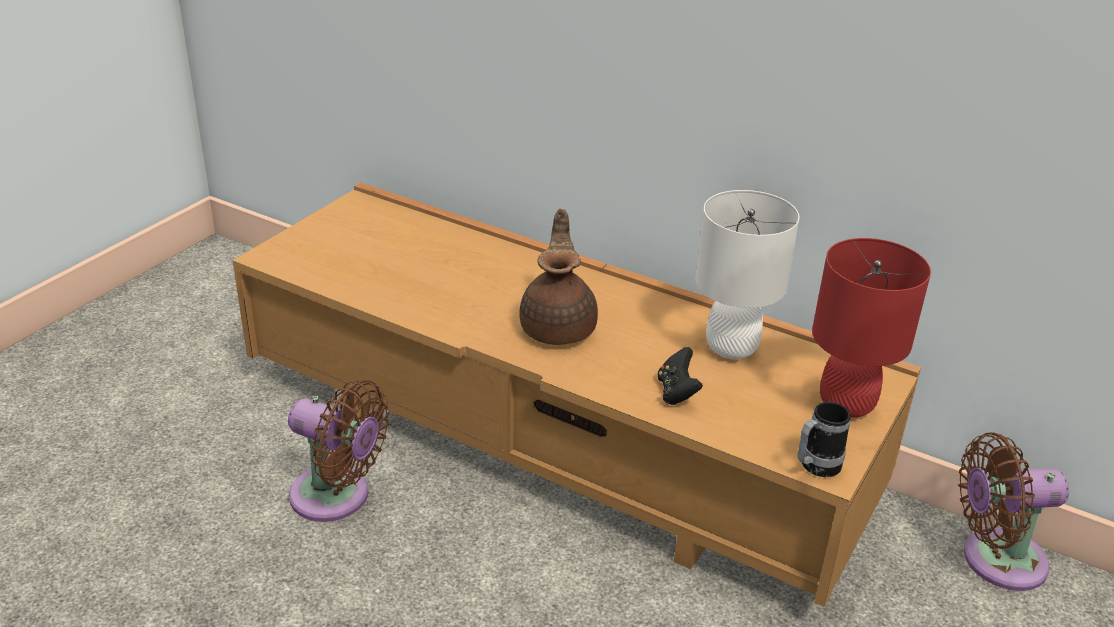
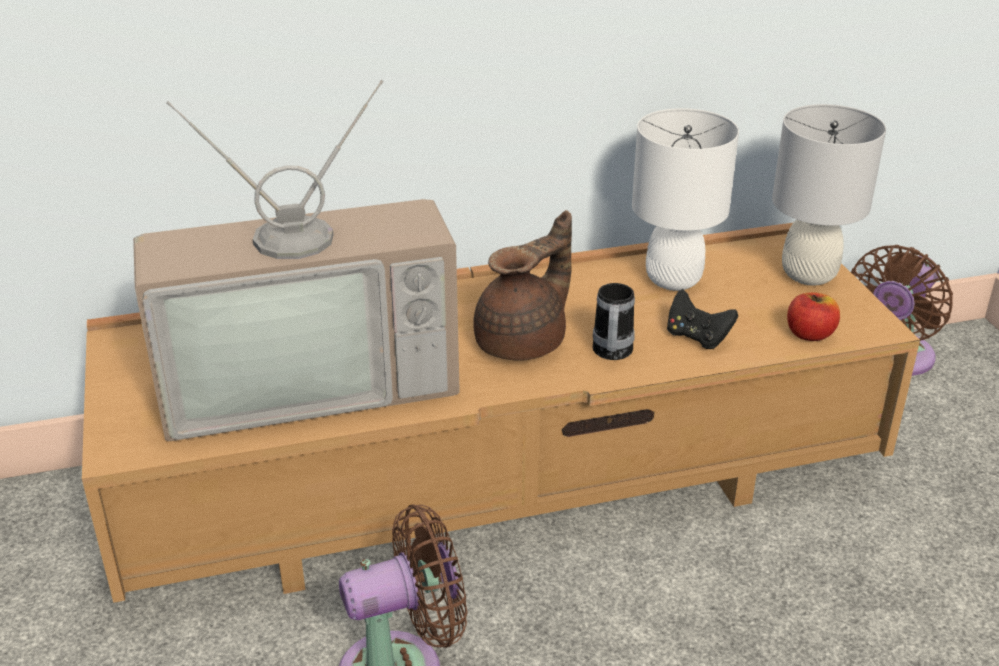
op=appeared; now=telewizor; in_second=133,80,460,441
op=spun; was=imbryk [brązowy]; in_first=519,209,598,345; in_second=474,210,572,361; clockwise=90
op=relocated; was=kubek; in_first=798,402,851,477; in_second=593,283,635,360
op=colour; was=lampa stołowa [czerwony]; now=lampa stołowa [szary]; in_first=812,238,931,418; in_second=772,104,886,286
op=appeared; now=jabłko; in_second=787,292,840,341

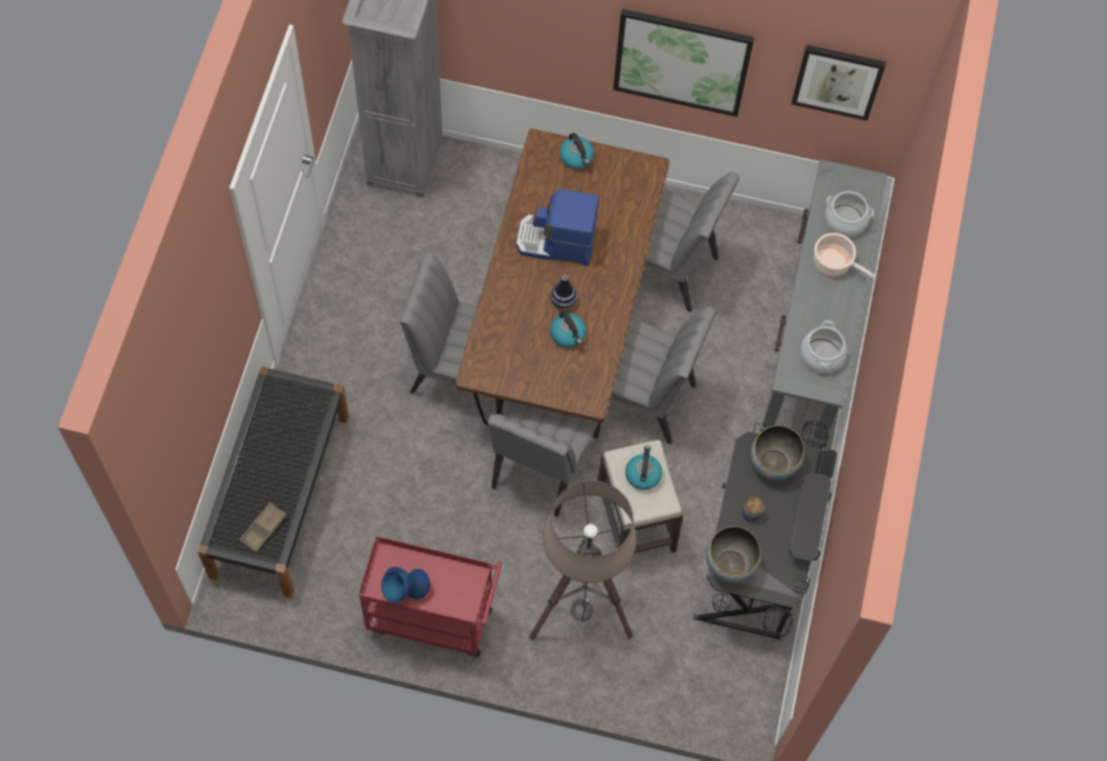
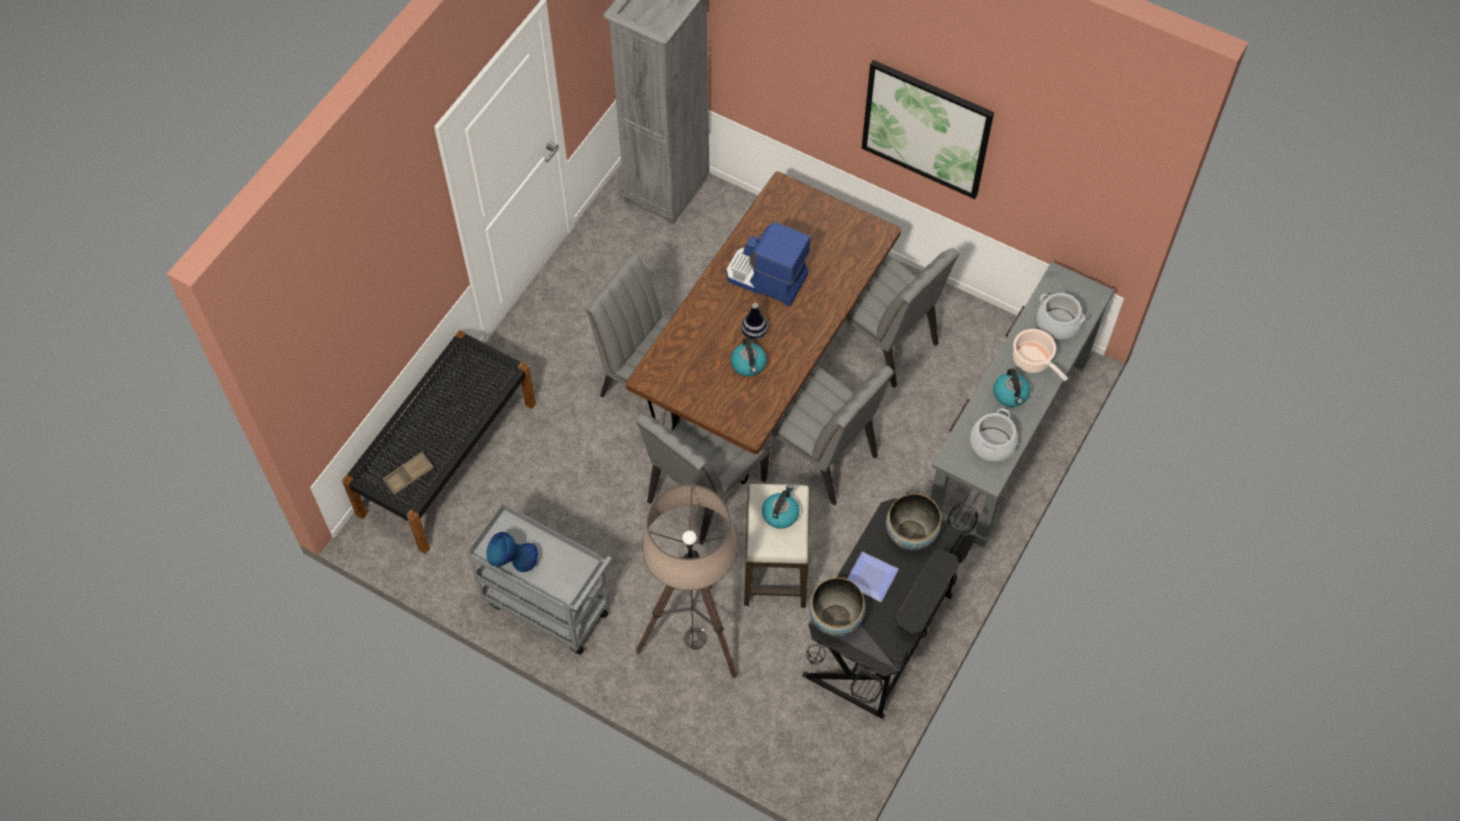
op=colour; was=wózek [czerwony]; now=wózek [szary]; in_first=359,537,502,657; in_second=467,504,612,654
op=exchanged; was=słoik; now=talerz; in_first=742,497,765,522; in_second=847,552,899,602
op=relocated; was=czajnik; in_first=560,133,594,169; in_second=993,369,1030,407
op=missing; was=obraz; in_first=791,45,886,121

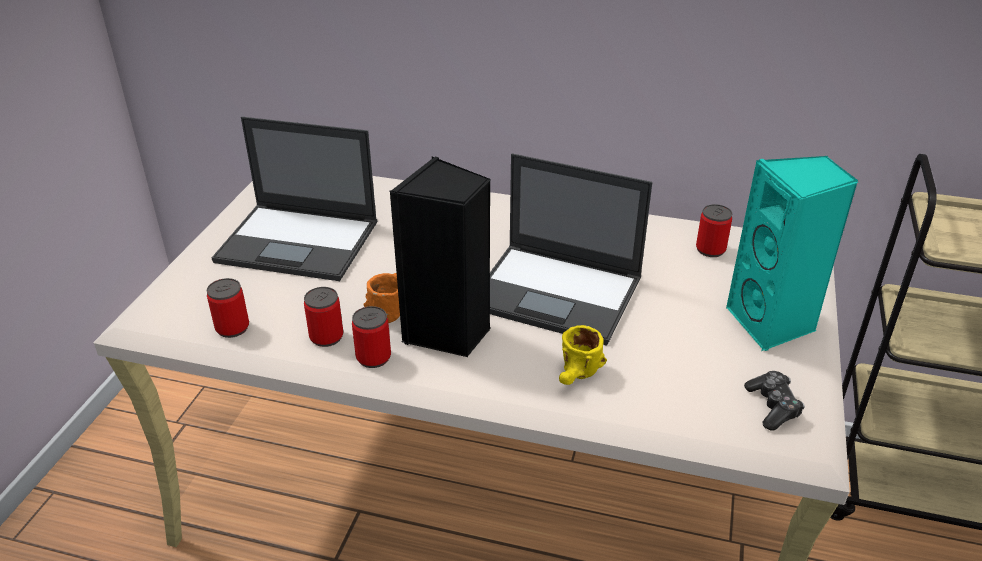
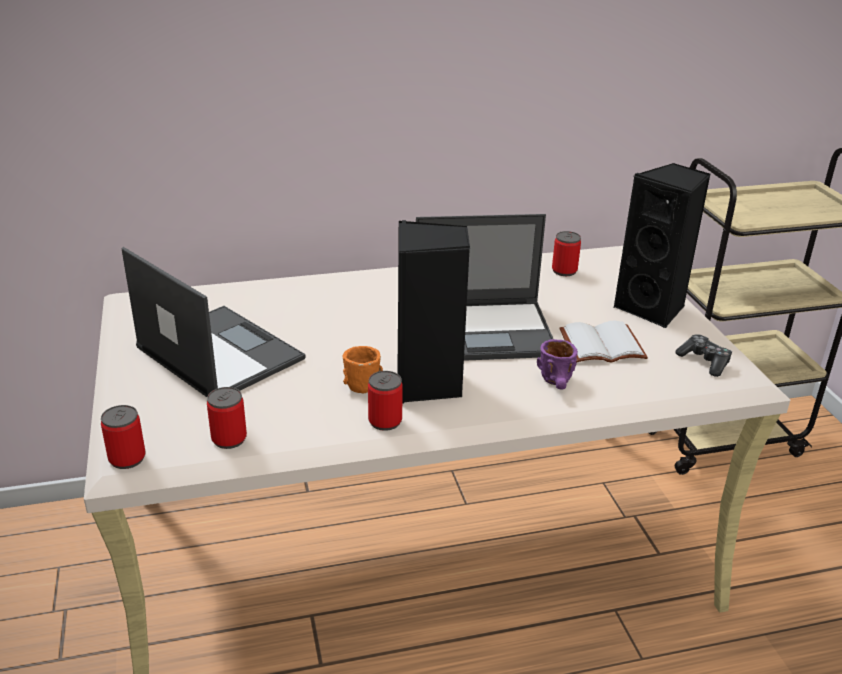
op=relocated; was=puszka; in_first=304,287,343,347; in_second=101,405,145,469
op=spun; was=laptop; in_first=212,117,377,281; in_second=121,247,306,397; clockwise=-120
op=colour; was=kubek [żółty]; now=kubek [fioletowy]; in_first=559,325,607,385; in_second=537,339,578,390
op=appeared; now=książka [biały]; in_second=559,321,648,363
op=colour; was=głośnik [turkusowy]; now=głośnik [czarny]; in_first=726,156,859,351; in_second=614,163,711,329

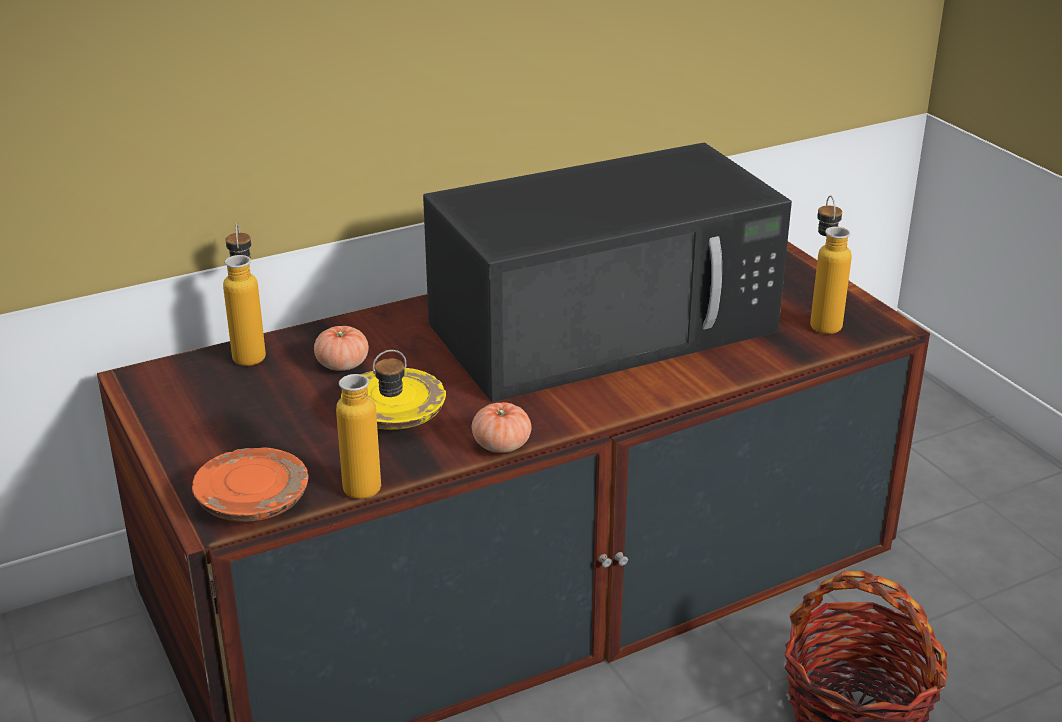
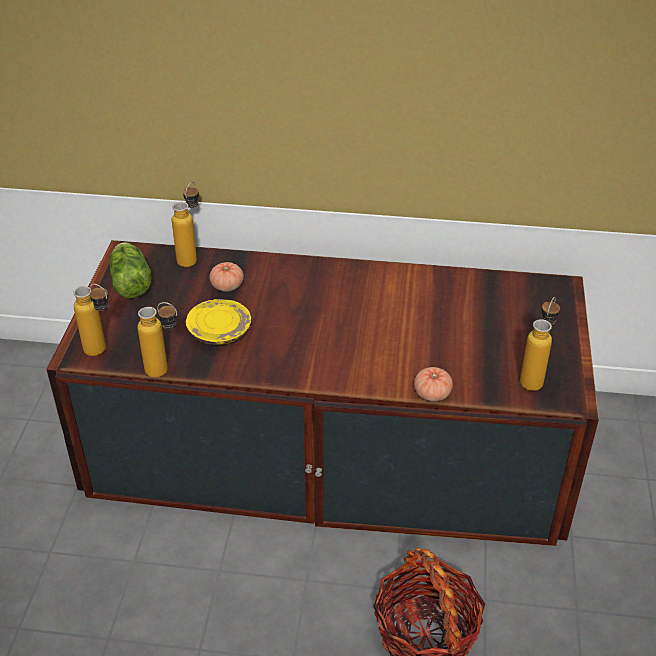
op=exchanged; was=talerz [pomarańczowy]; now=butelka; in_first=192,447,309,522; in_second=74,284,108,356
op=appeared; now=sałata; in_second=110,243,152,298
op=relocated; was=pomidor; in_first=472,402,531,453; in_second=414,367,453,402
op=missing; was=mikrofalówka [czarny]; in_first=423,142,792,402

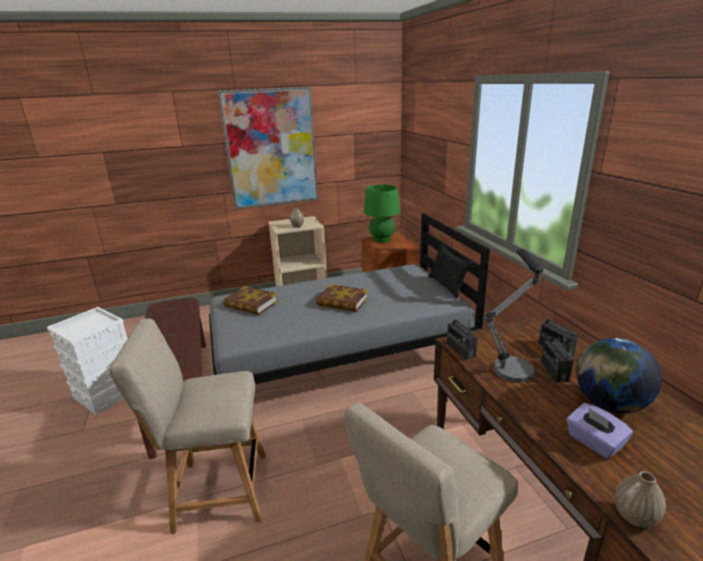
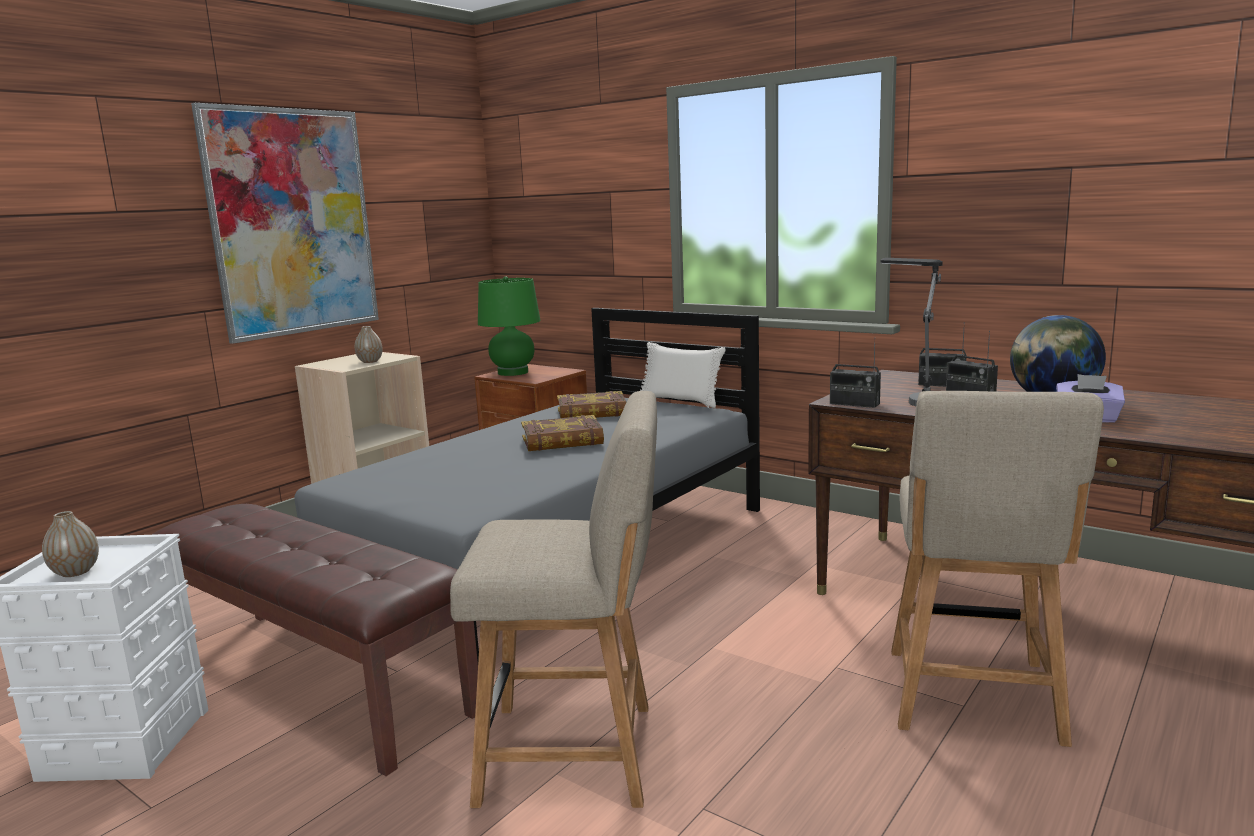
op=relocated; was=wazon; in_first=615,471,666,528; in_second=42,511,99,577
op=spun; was=krzesło [beżowy]; in_first=110,318,266,534; in_second=450,391,657,808; clockwise=-135
op=relocated; was=książka; in_first=224,286,279,315; in_second=557,391,626,418
op=colour; was=poduszka [czarny]; now=poduszka [biały]; in_first=427,243,472,299; in_second=640,342,726,408

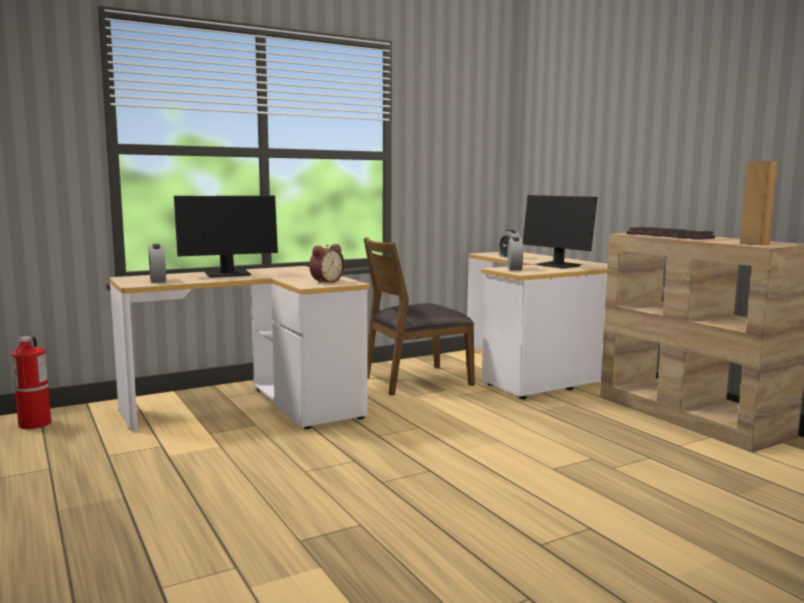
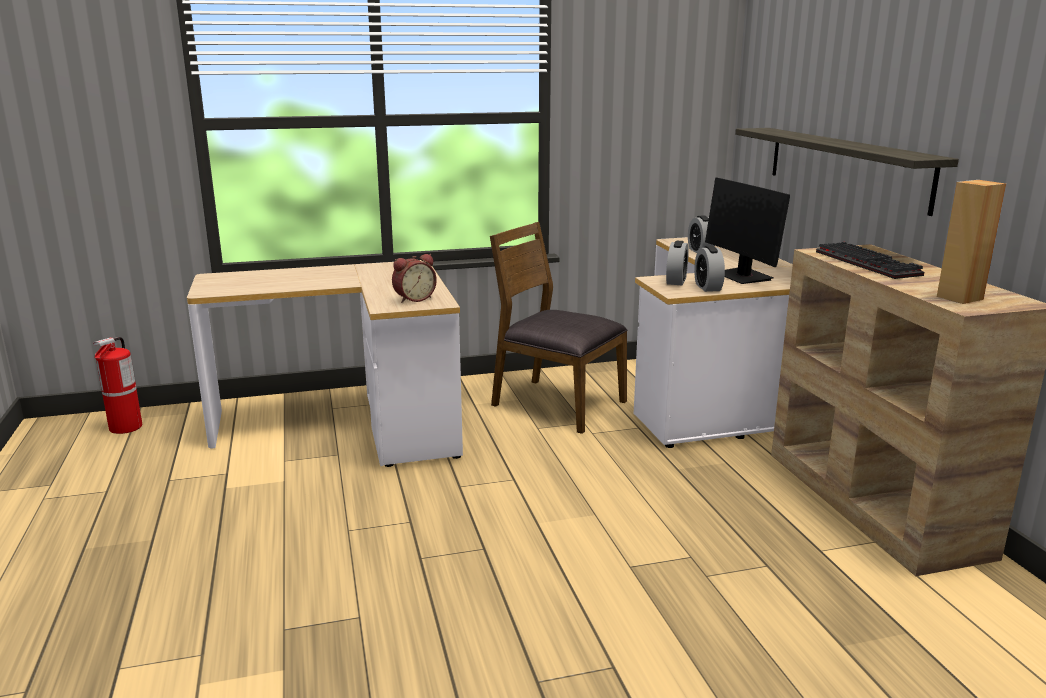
op=spun; was=krzesło [brązowy]; in_first=364,237,475,396; in_second=490,222,628,434; clockwise=45
op=relocated; was=budzik; in_first=149,244,166,283; in_second=694,246,725,292
op=appeared; now=półka; in_second=735,128,959,216
op=missing; was=monitor; in_first=174,196,278,278

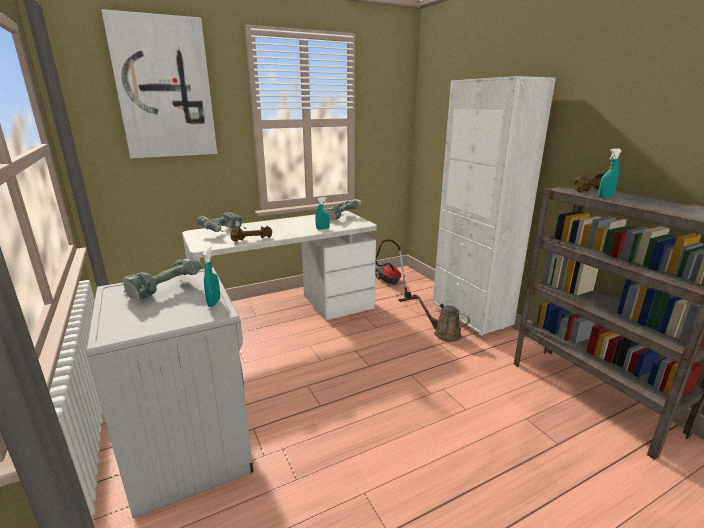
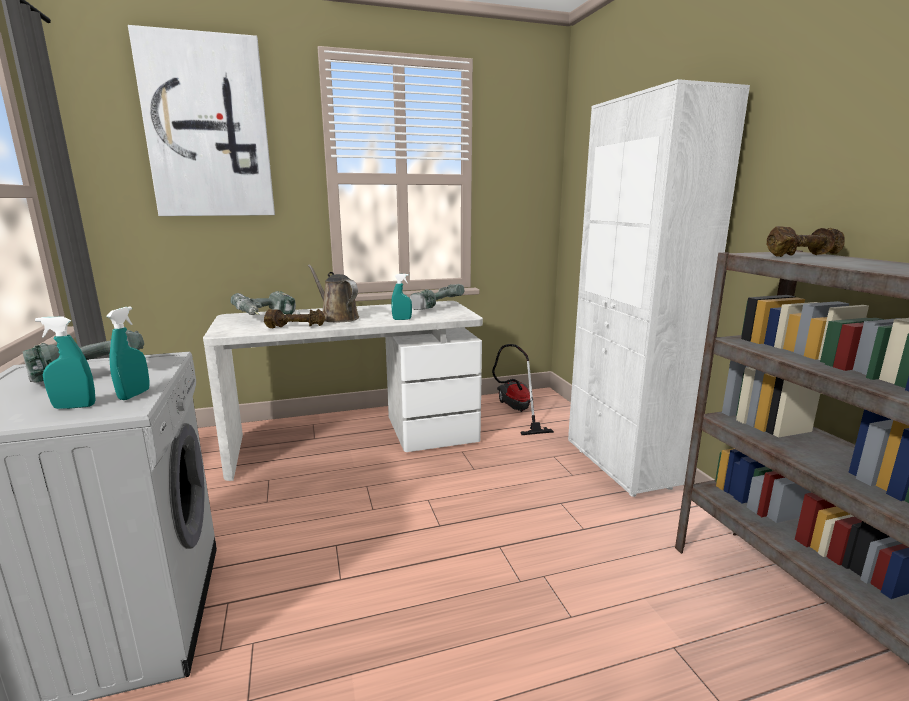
op=relocated; was=spryskiwacz [turkusowy]; in_first=598,149,622,198; in_second=35,317,95,409
op=relocated; was=konewka [brązowy]; in_first=415,294,470,342; in_second=308,264,359,322

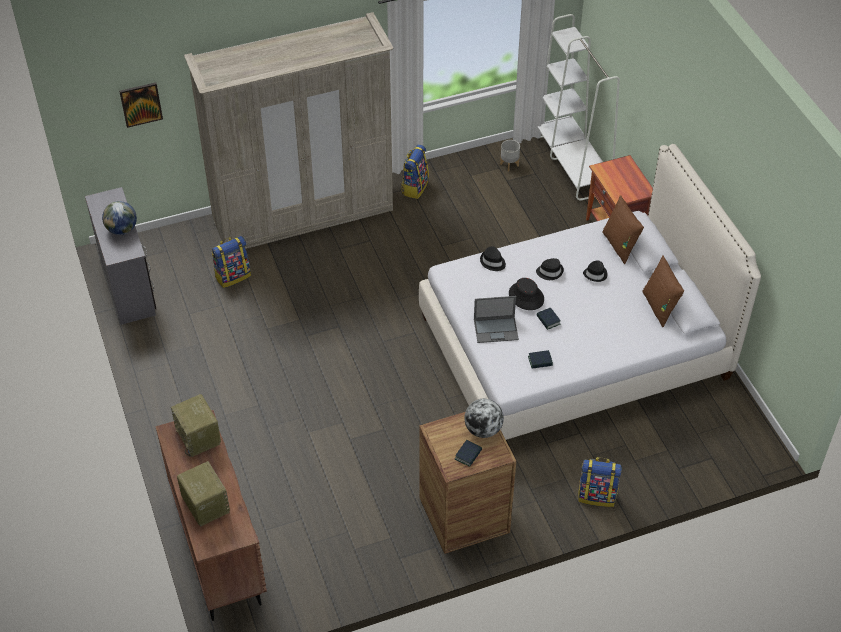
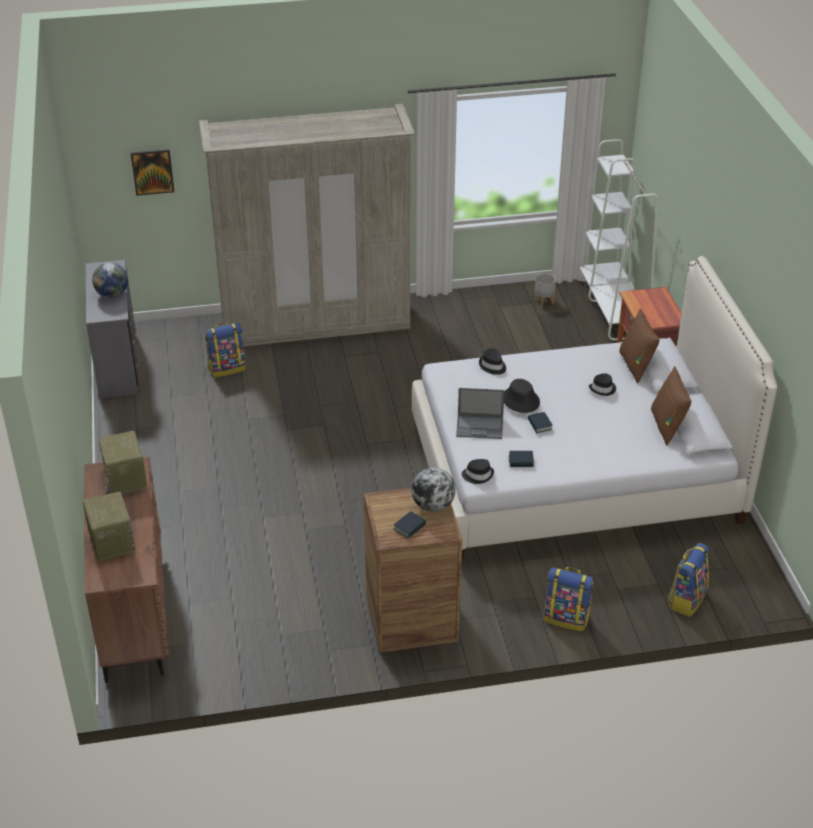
op=relocated; was=kapelusz [czarny]; in_first=536,258,564,280; in_second=462,459,494,484
op=relocated; was=plecak; in_first=401,145,429,199; in_second=668,543,709,617

